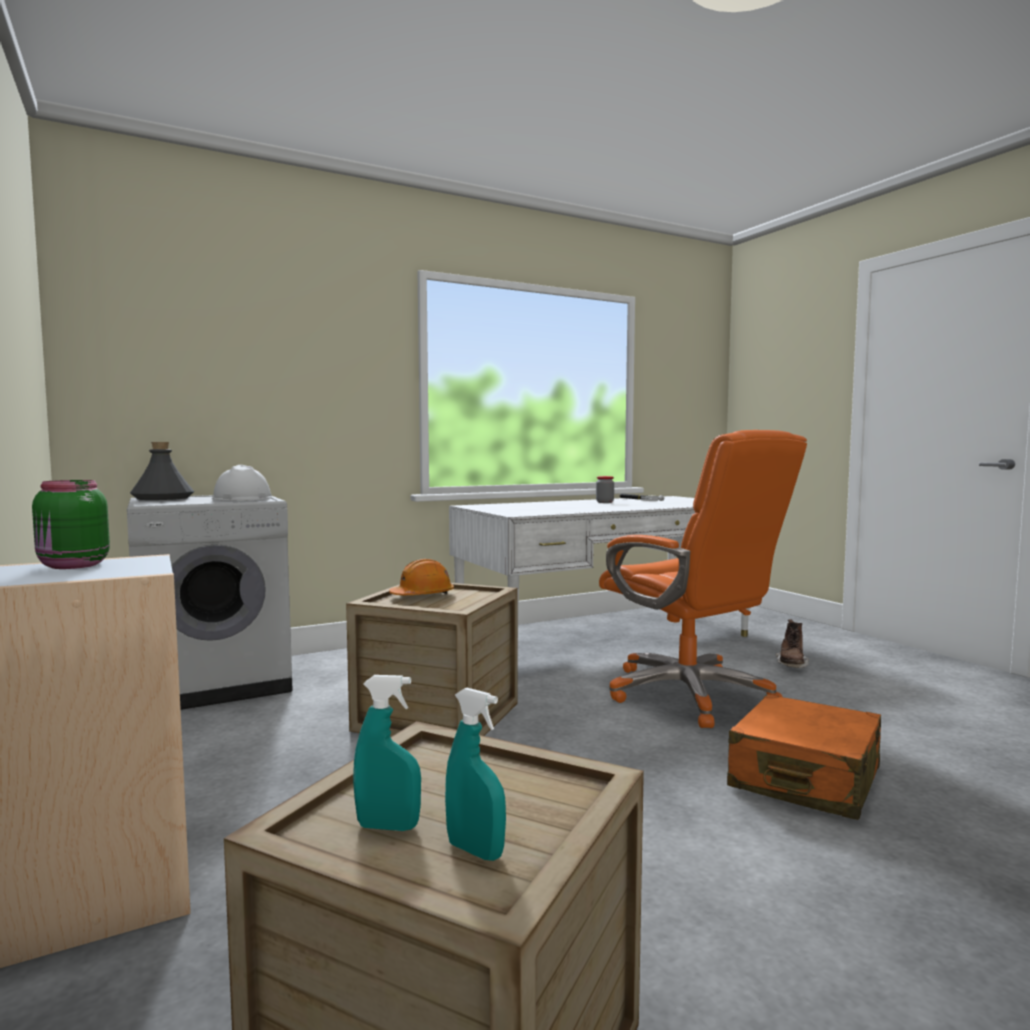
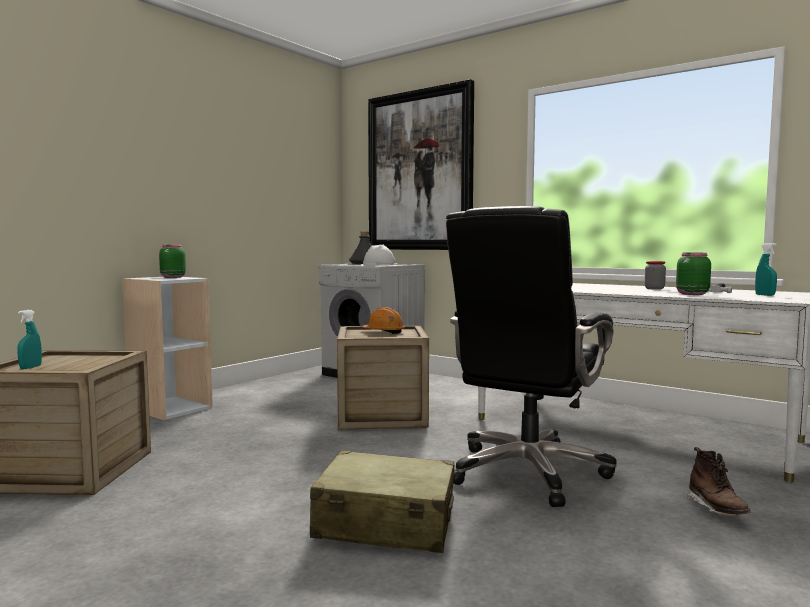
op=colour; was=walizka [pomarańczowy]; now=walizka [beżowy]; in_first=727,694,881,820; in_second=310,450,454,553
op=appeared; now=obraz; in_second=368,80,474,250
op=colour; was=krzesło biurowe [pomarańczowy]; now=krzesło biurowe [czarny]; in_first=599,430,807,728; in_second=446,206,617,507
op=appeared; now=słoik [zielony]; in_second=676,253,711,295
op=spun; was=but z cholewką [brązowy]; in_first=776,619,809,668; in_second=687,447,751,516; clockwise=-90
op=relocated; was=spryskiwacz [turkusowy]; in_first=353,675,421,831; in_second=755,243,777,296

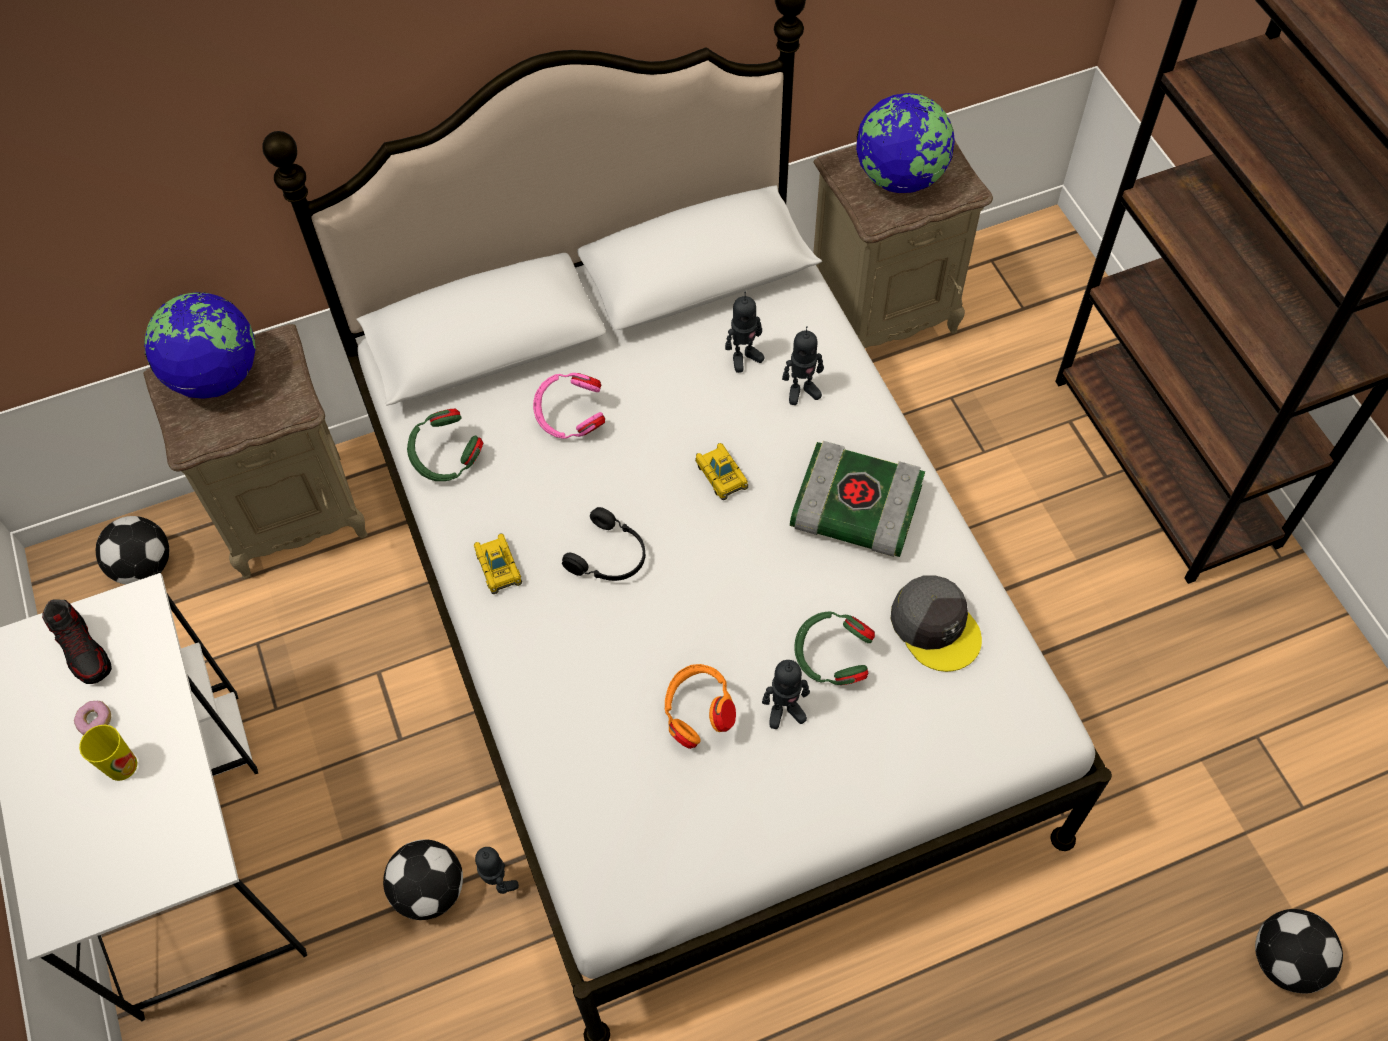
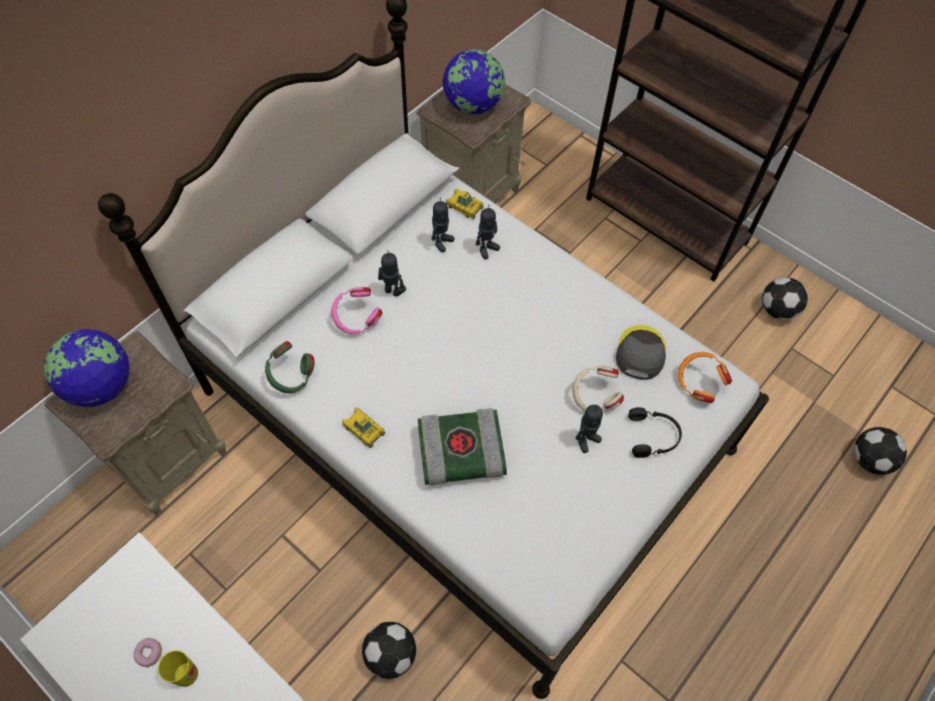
op=relocated; was=robot zabawkowy; in_first=475,847,519,894; in_second=378,250,406,297
op=relocated; was=książka; in_first=790,441,925,557; in_second=418,408,507,485
op=relocated; was=samochodzik; in_first=695,443,748,500; in_second=446,189,484,219
op=colour; was=słuchawki [zielony]; now=słuchawki [beżowy]; in_first=795,612,875,685; in_second=572,366,624,411
op=spun; was=czapka z daszkiem [szary]; in_first=891,575,982,672; in_second=616,325,666,380; clockwise=-105
op=relocated; was=słuchawki [czarny]; in_first=562,507,645,581; in_second=628,407,682,458
op=relocated; was=słuchawki [pomarańczowy]; in_first=665,664,736,749; in_second=678,352,732,403
op=relocated; was=piłka futbolowa; in_first=96,516,169,585; in_second=762,277,808,320
op=missing; was=but; in_first=42,599,112,684

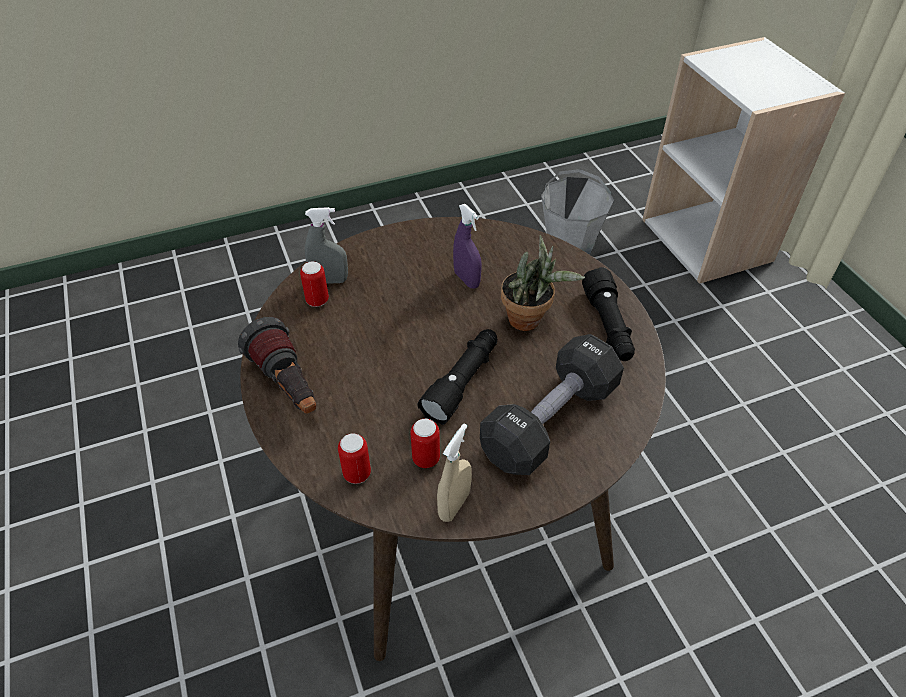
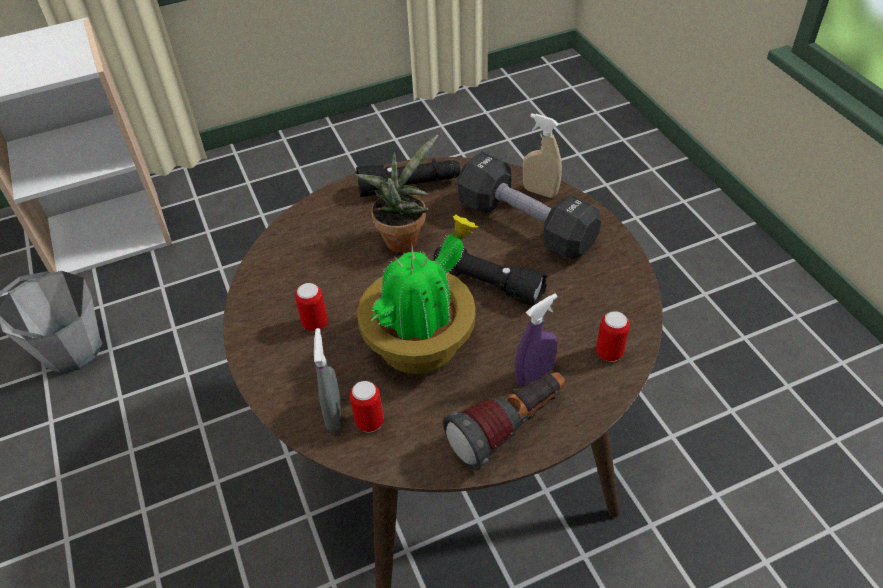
op=relocated; was=puszka; in_first=410,418,440,468; in_second=295,283,328,331
op=appeared; now=roślina doniczkowa; in_second=357,214,479,374
op=relocated; was=spryskiwacz [fioletowy]; in_first=453,204,482,289; in_second=515,293,558,387
op=relocated; was=spryskiwacz [beżowy]; in_first=437,424,472,522; in_second=523,113,562,198

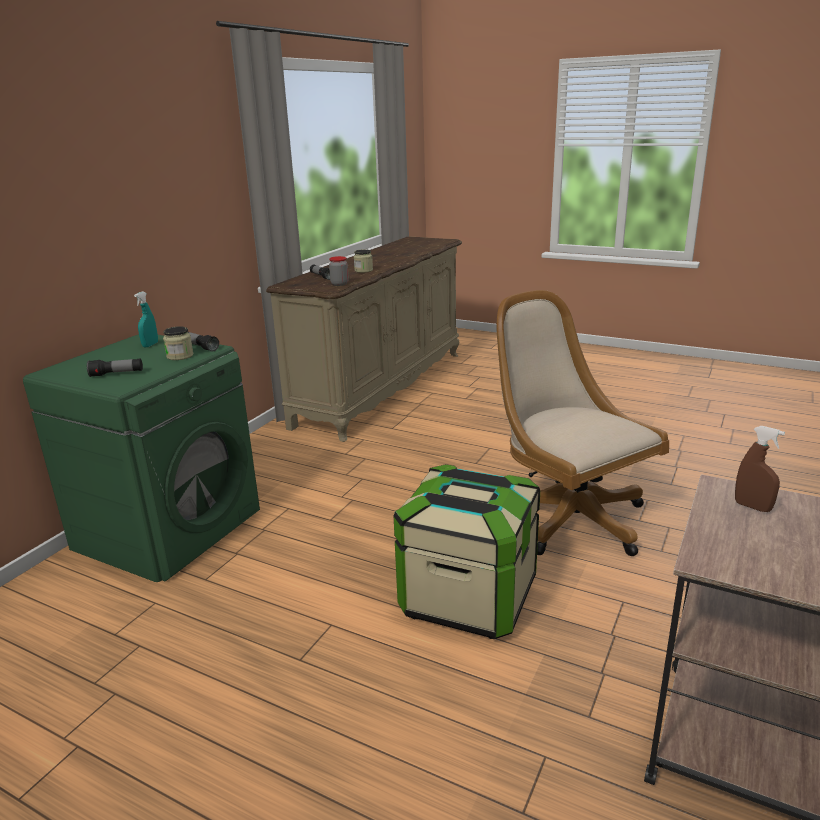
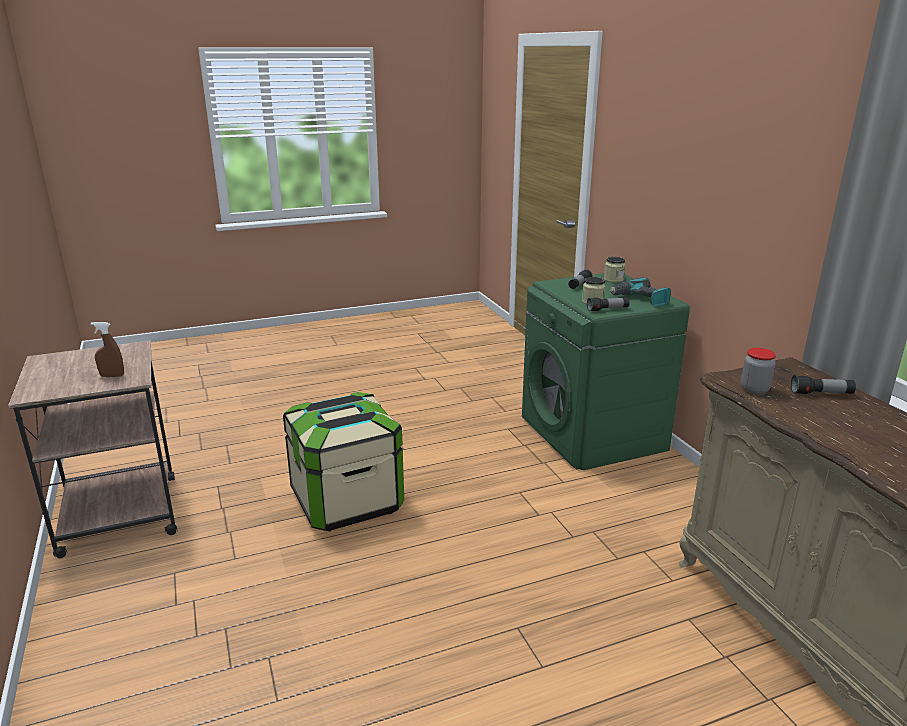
op=relocated; was=słoik; in_first=354,249,373,273; in_second=604,257,626,283
op=exchanged; was=spryskiwacz [turkusowy]; now=wiertarka; in_first=134,291,158,348; in_second=608,277,671,307
op=missing; was=krzesło biurowe; in_first=497,290,669,556

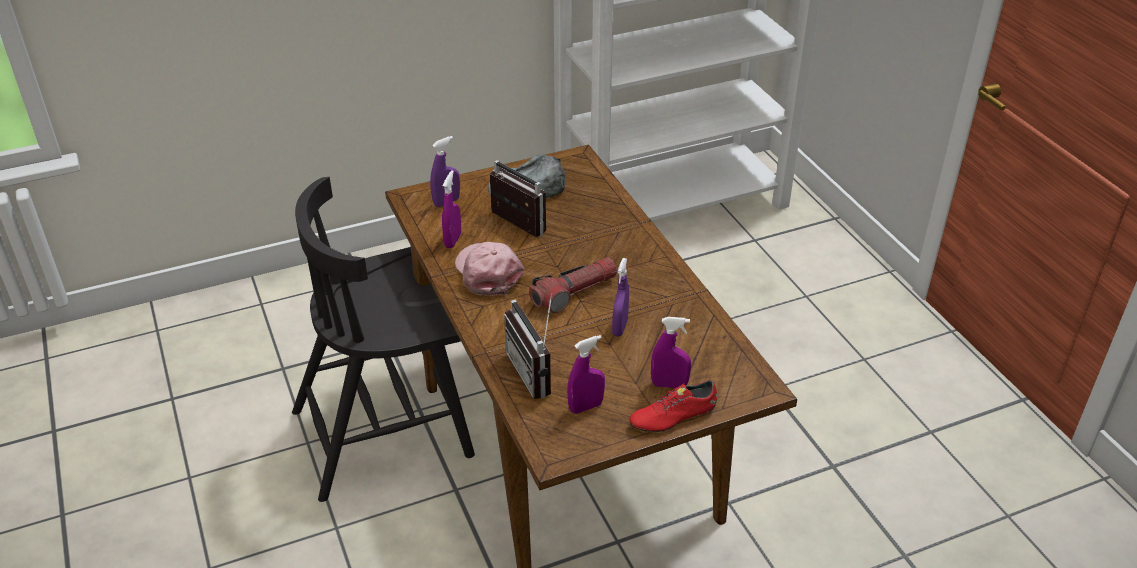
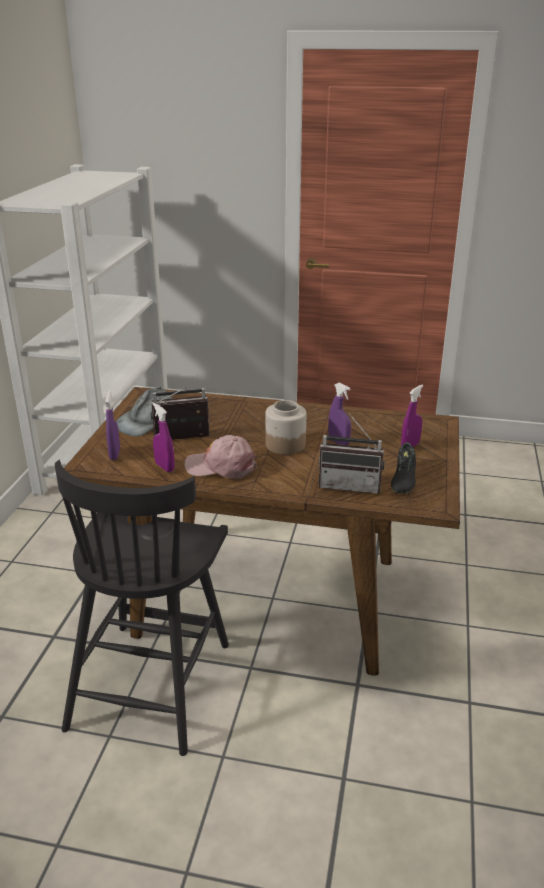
op=exchanged; was=latarka; now=słoik; in_first=529,258,617,313; in_second=265,400,306,455
op=exchanged; was=spryskiwacz [fioletowy]; now=but [czarny]; in_first=567,335,605,414; in_second=391,442,416,494
op=missing; was=but [czerwony]; in_first=630,380,717,433

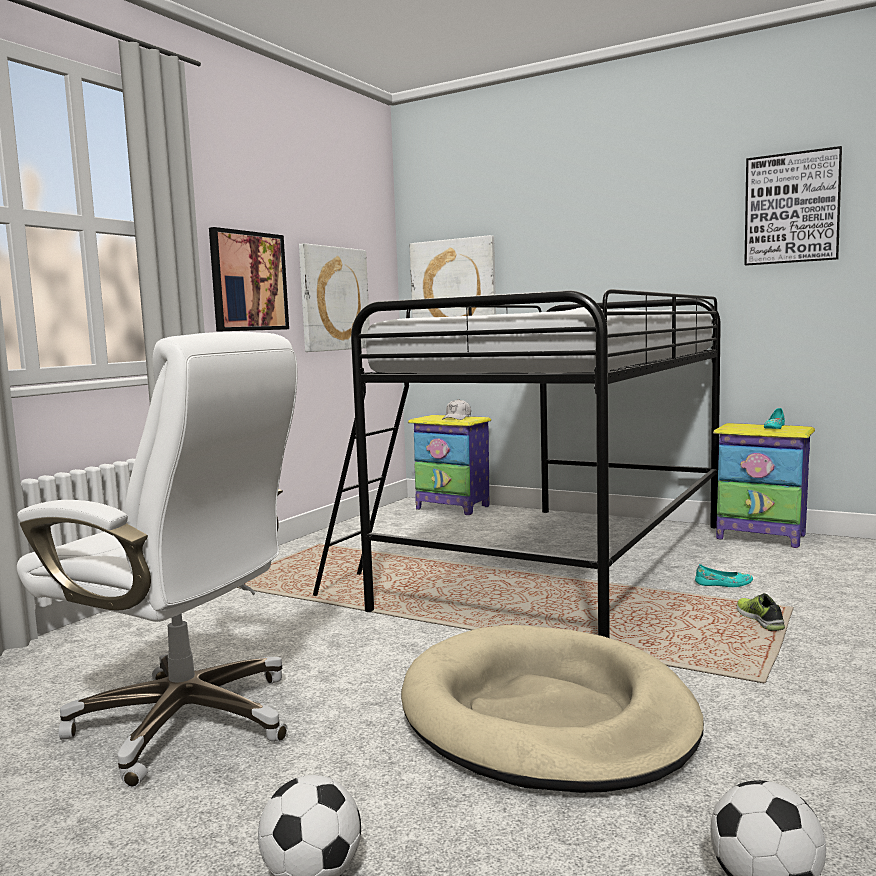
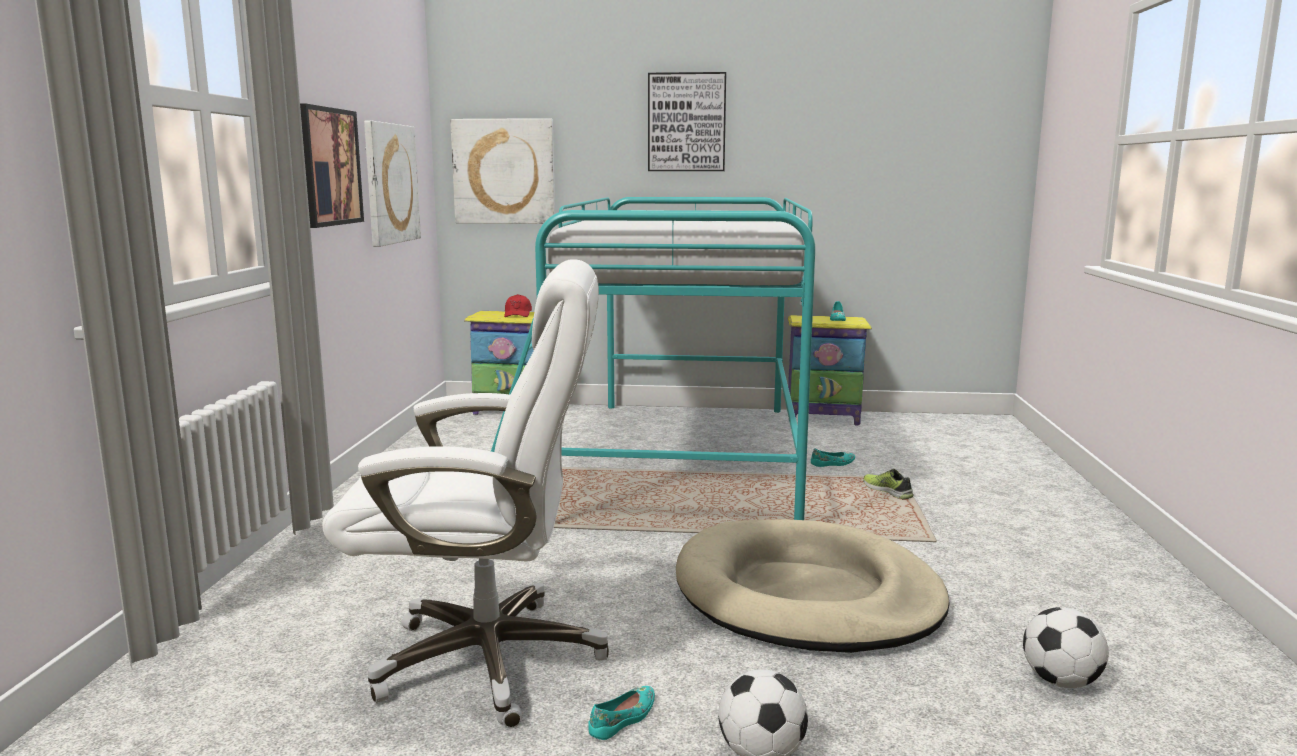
op=colour; was=łóżko [czarny]; now=łóżko [turkusowy]; in_first=313,289,721,638; in_second=491,197,815,520
op=colour; was=czapka z daszkiem [biały]; now=czapka z daszkiem [czerwony]; in_first=442,399,471,420; in_second=504,294,532,317
op=appeared; now=but [turkusowy]; in_second=588,686,655,740
op=relocated; was=obraz; in_first=744,146,842,266; in_second=648,72,726,171

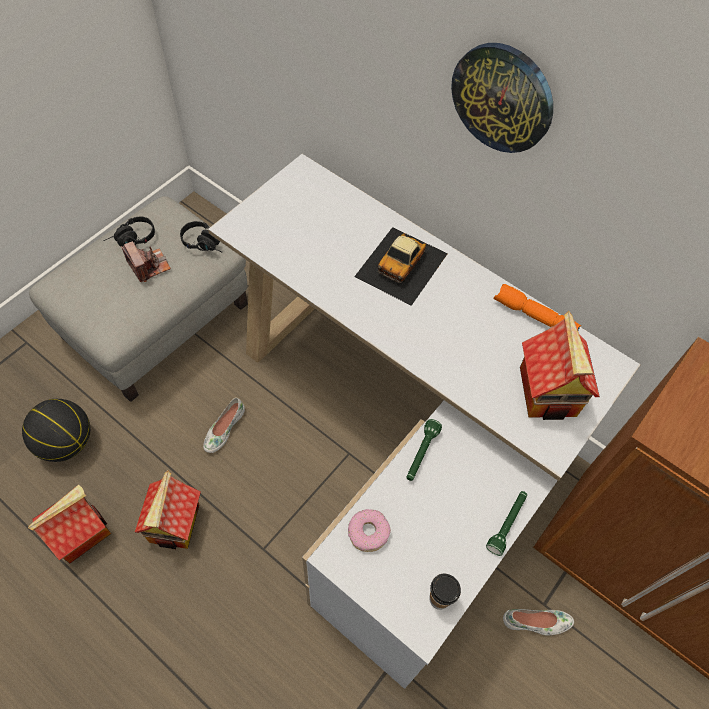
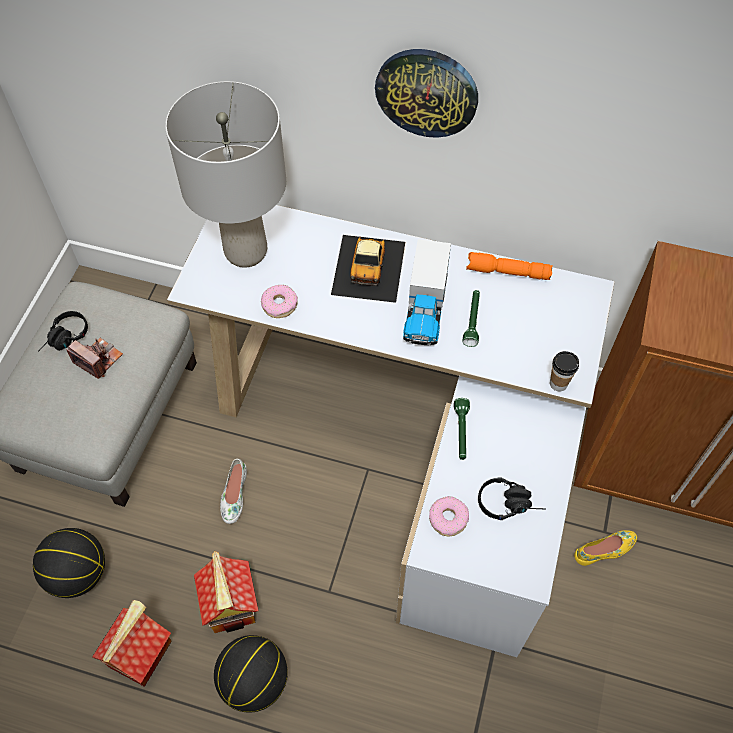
op=appeared; now=lampa stołowa [szary]; in_second=165,81,286,268
op=appeared; now=piłka do koszykówki; in_second=214,635,288,713
op=appeared; now=donut; in_second=261,285,298,318
op=appeared; now=ciężarówka zabawkowa; in_second=403,239,451,345
op=relocated; was=latarka [zielony]; in_first=486,491,527,556; in_second=463,290,480,347
op=relocated; was=słuchawki [czarny]; in_first=180,221,223,253; in_second=478,477,546,520
op=relocated; was=filiżanka; in_first=429,574,461,610; in_second=550,351,579,391
op=colour; was=but [biały]; now=but [żółty]; in_first=503,609,574,636; in_second=574,530,637,566
op=missing; was=domek; in_first=520,311,600,420

